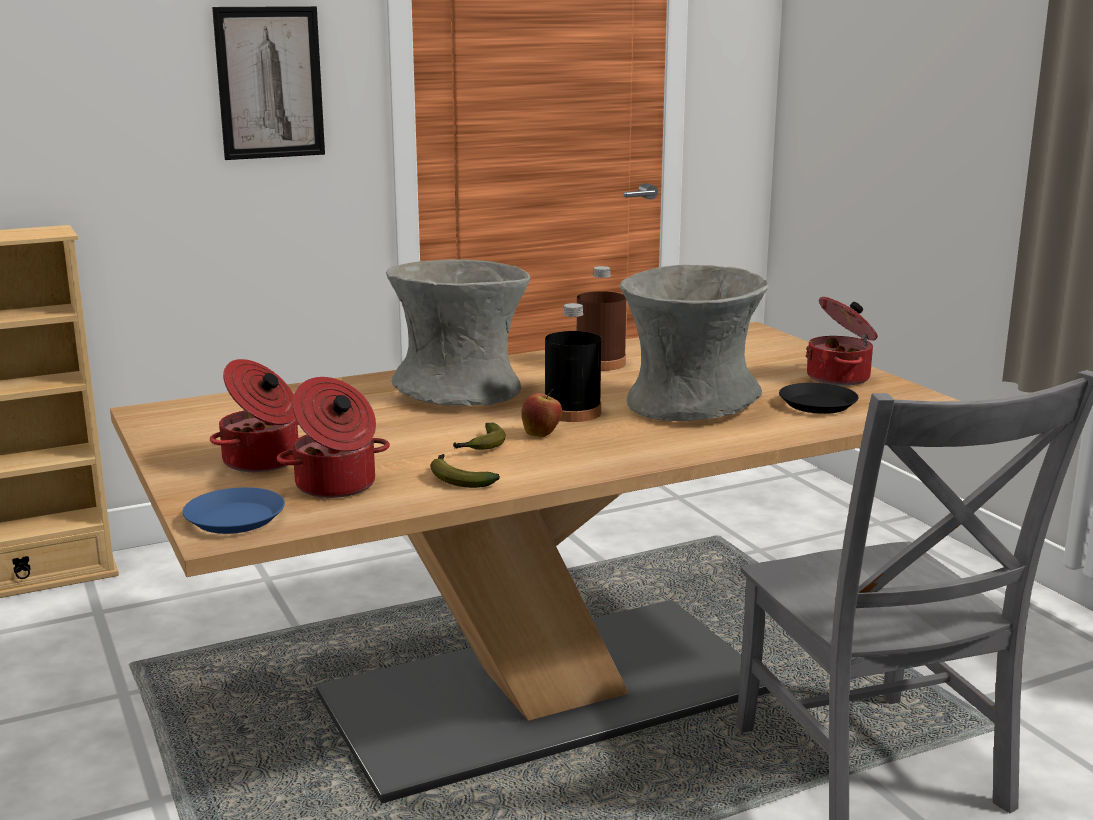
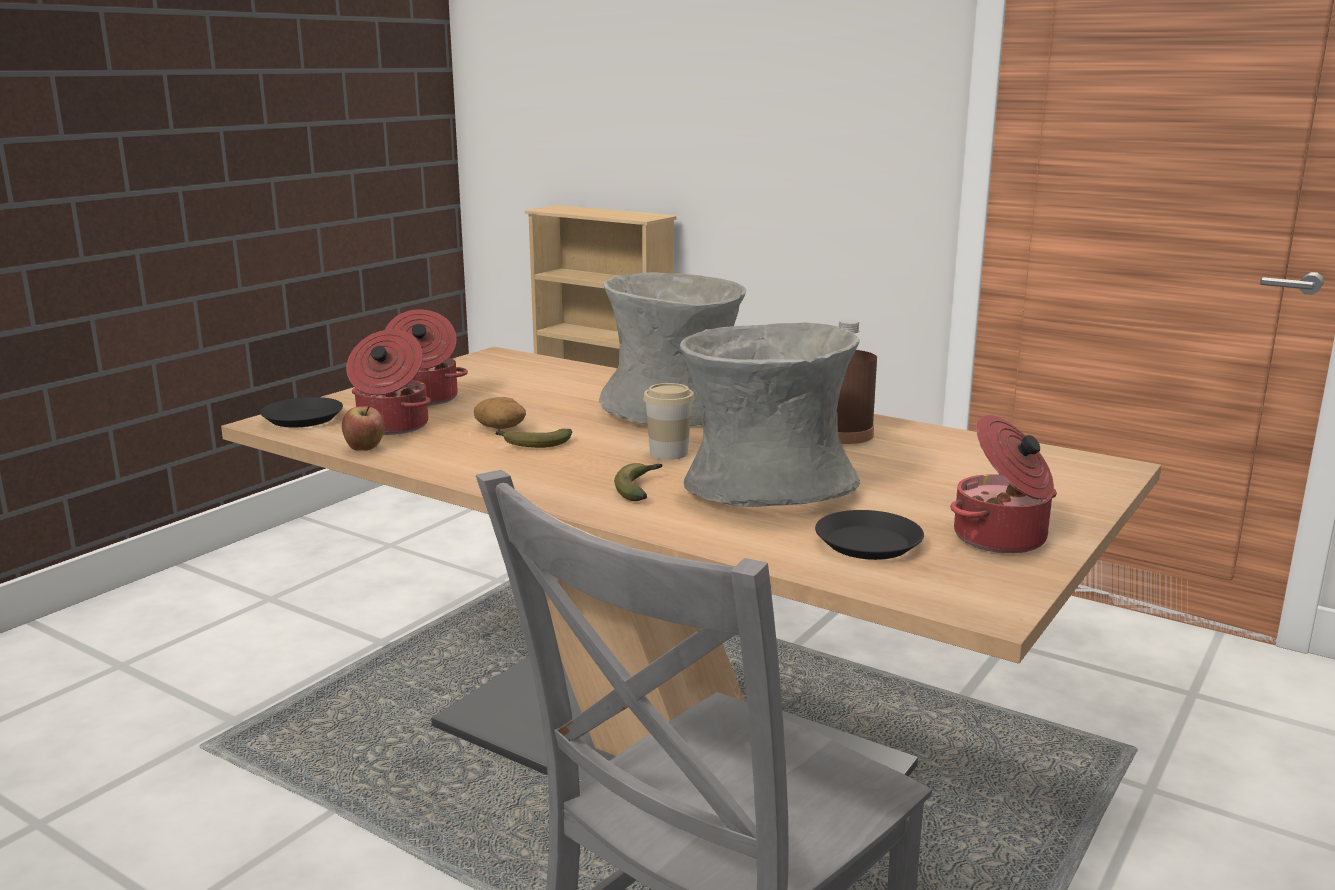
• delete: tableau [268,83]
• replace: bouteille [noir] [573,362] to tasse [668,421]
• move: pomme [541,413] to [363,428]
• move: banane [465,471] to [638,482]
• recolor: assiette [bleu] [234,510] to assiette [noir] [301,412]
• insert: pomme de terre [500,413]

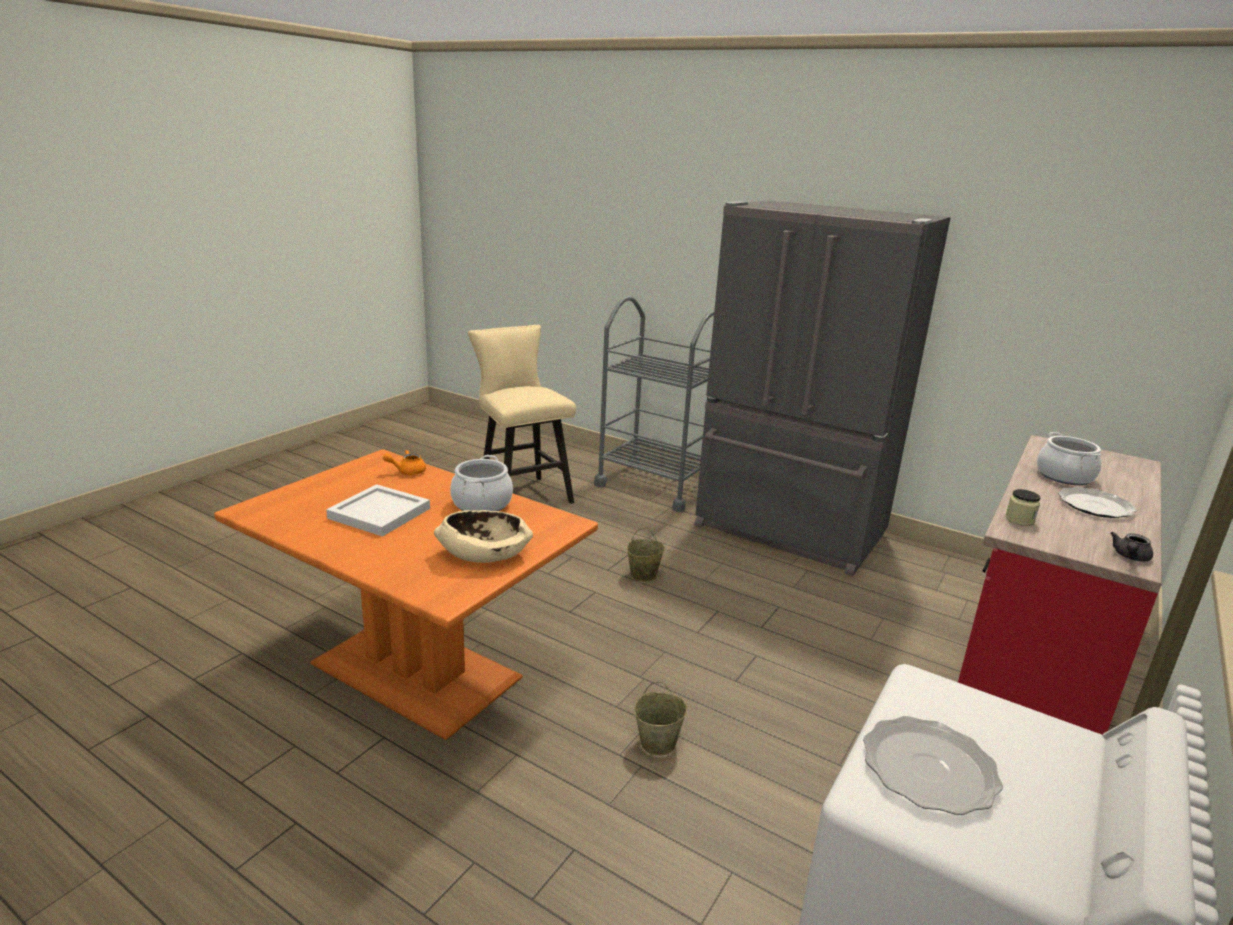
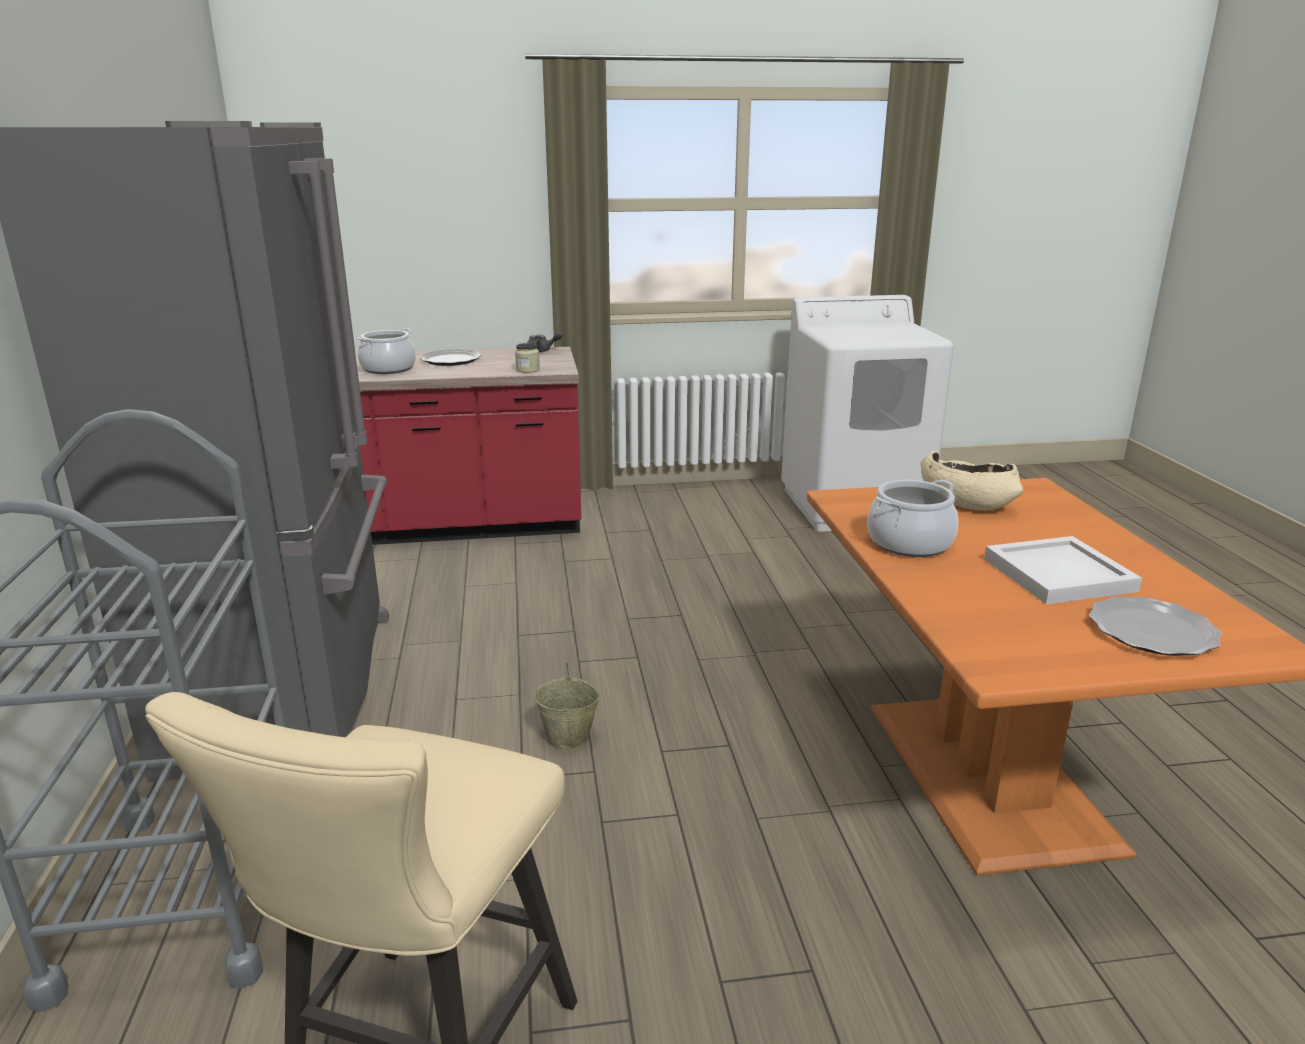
• delete: théière [orange] [404,462]
• delete: seau [beige] [660,718]
• move: assiette [933,765] to [1155,626]

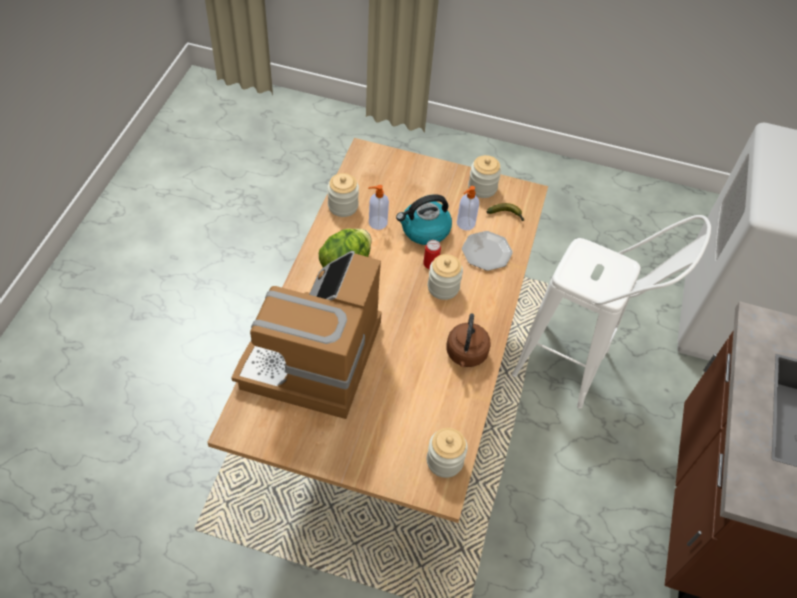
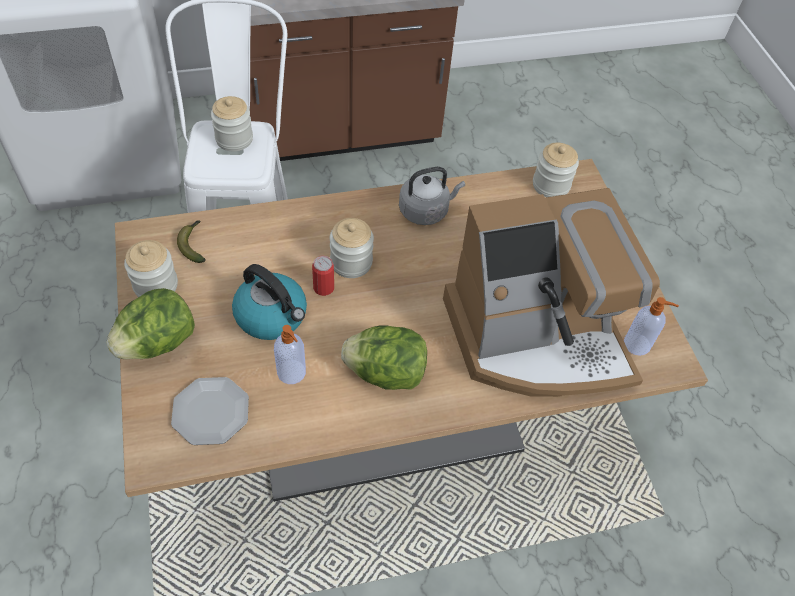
• move: bocal [343,195] to [232,123]
• move: distributeur de savon [468,208] to [651,326]
• move: assiette [487,251] to [210,411]
• recolor: bouilloire [marron] [468,340] to bouilloire [gris] [432,196]
• insert: laitue [150,323]

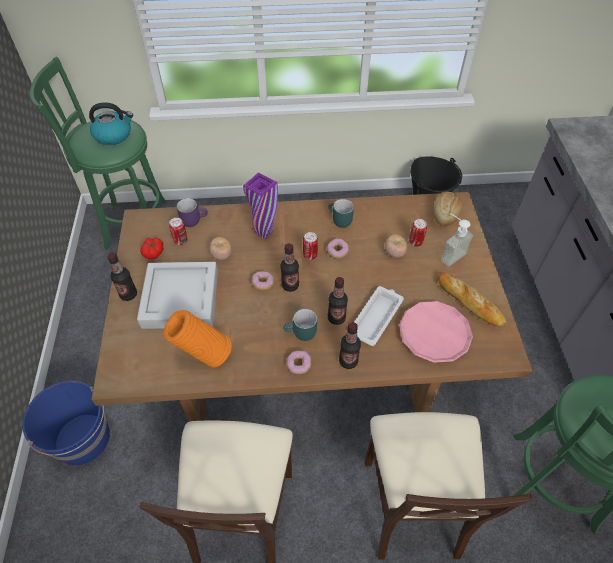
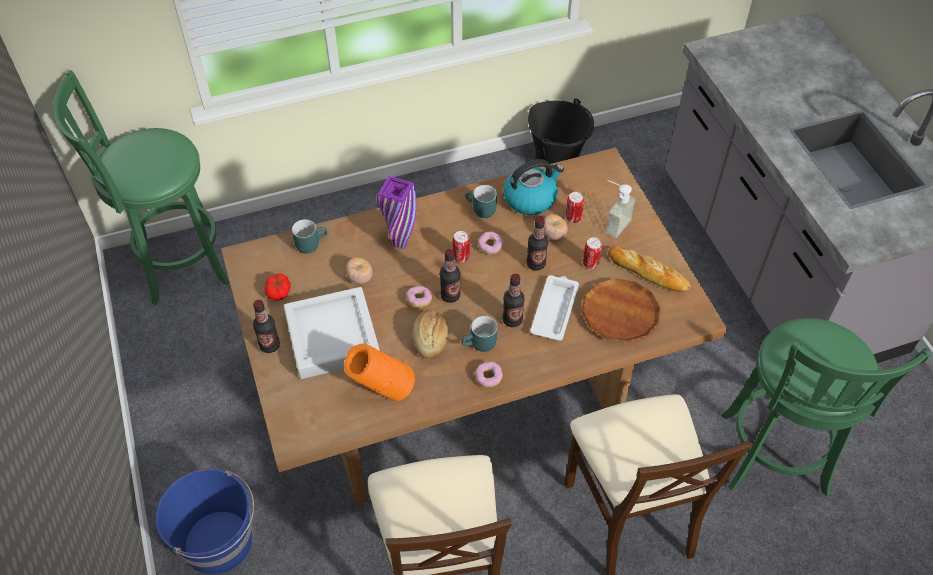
• move: bouilloire [111,123] to [533,187]
• move: pain [448,209] to [430,335]
• recolor: mug [violet] [192,212] to mug [turquoise] [310,236]
• move: boîte métallique [178,231] to [593,253]
• recolor: assiette [rose] [436,332] to assiette [marron] [621,310]
• move: bouteille [350,345] to [537,244]

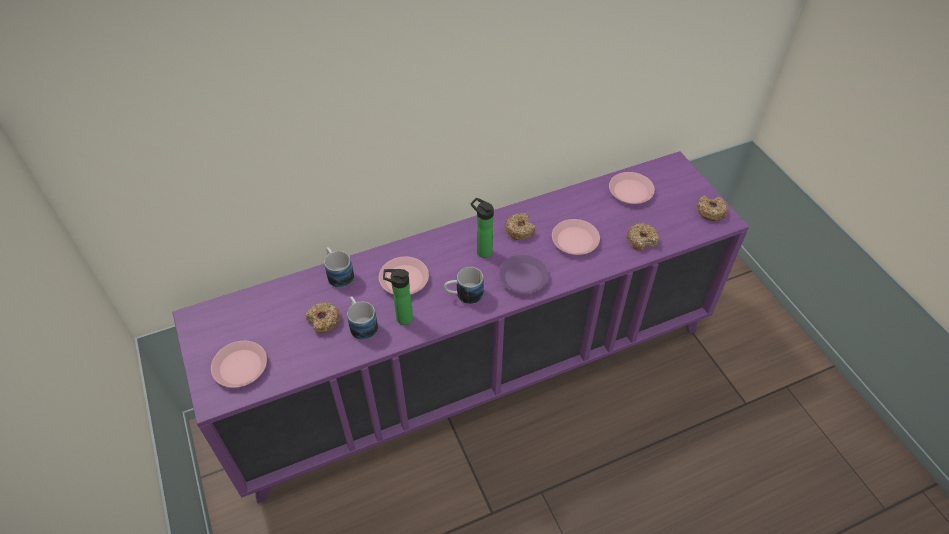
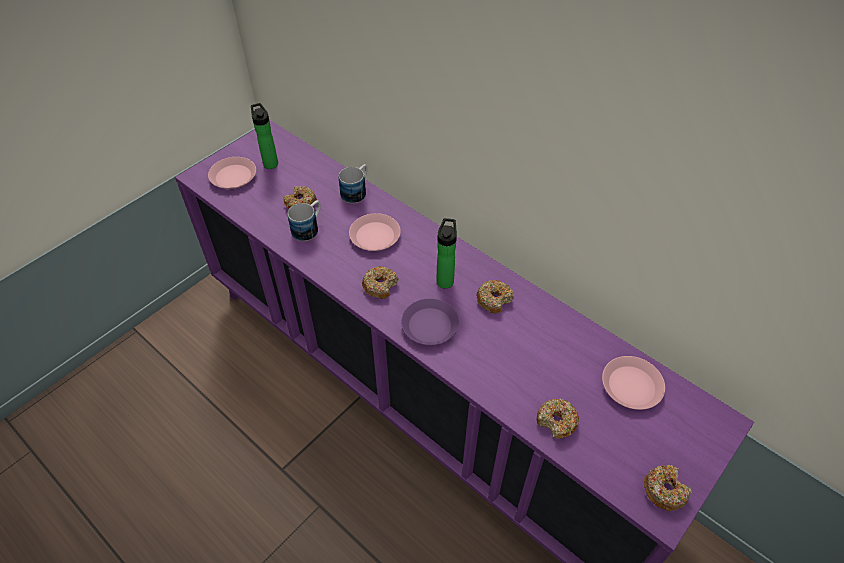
• delete: assiette [rose] [576,237]
• replace: mug [464,285] to beignet [380,282]
• move: bouteille [398,297] to [264,136]

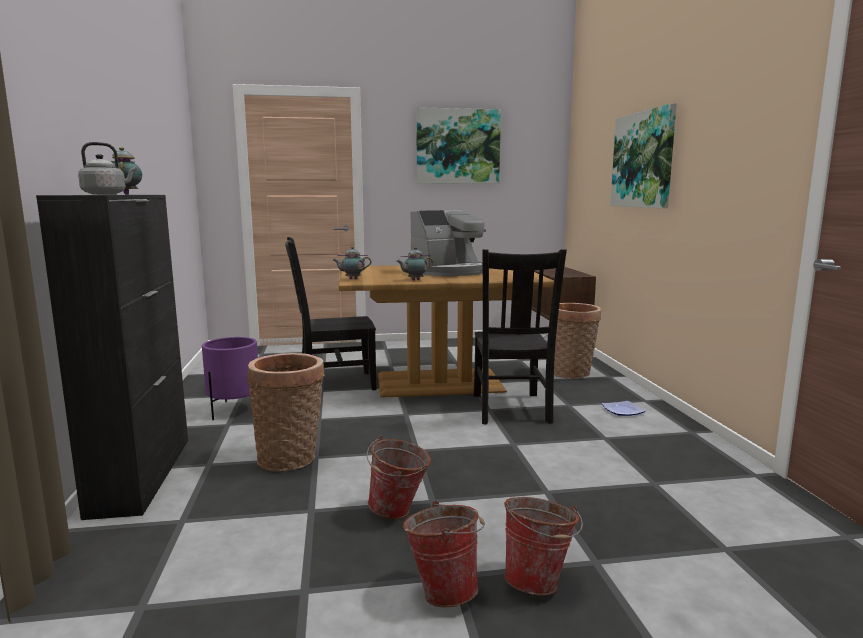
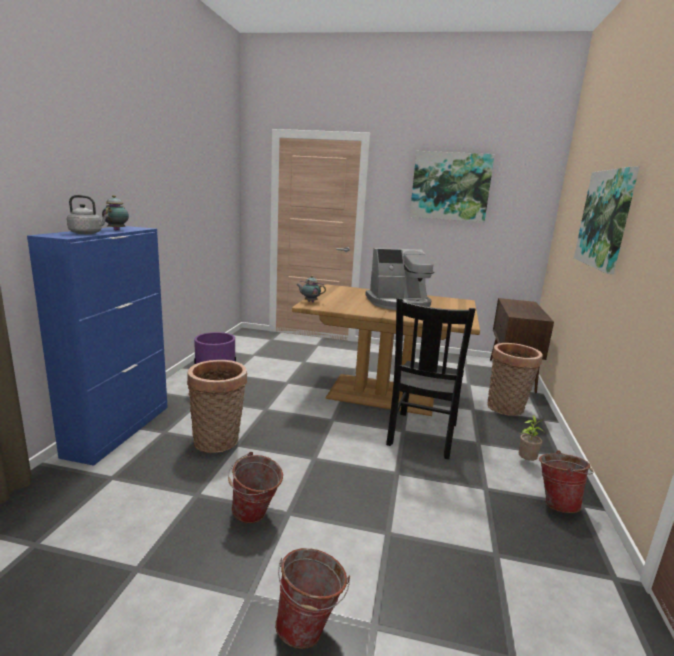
• recolor: meuble de rangement [noir] [112,357] to meuble de rangement [bleu] [97,346]
• delete: chaise [noir] [330,313]
• delete: théière [414,263]
• replace: assiette [623,408] to plante en pot [531,438]
• move: seau [444,554] to [566,481]

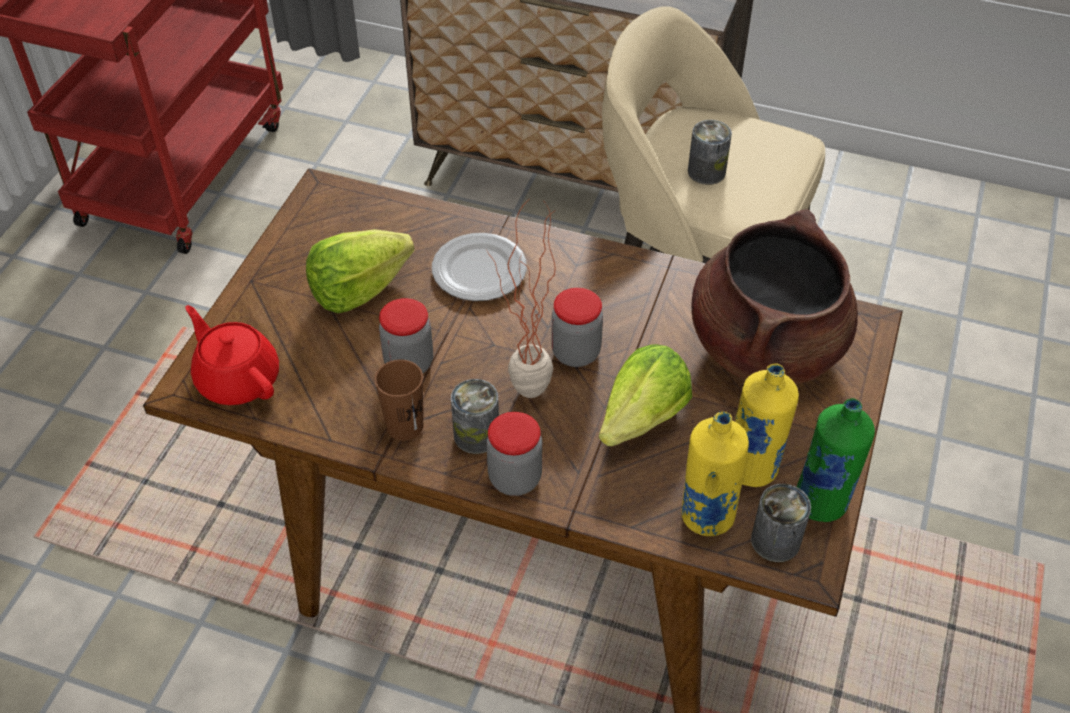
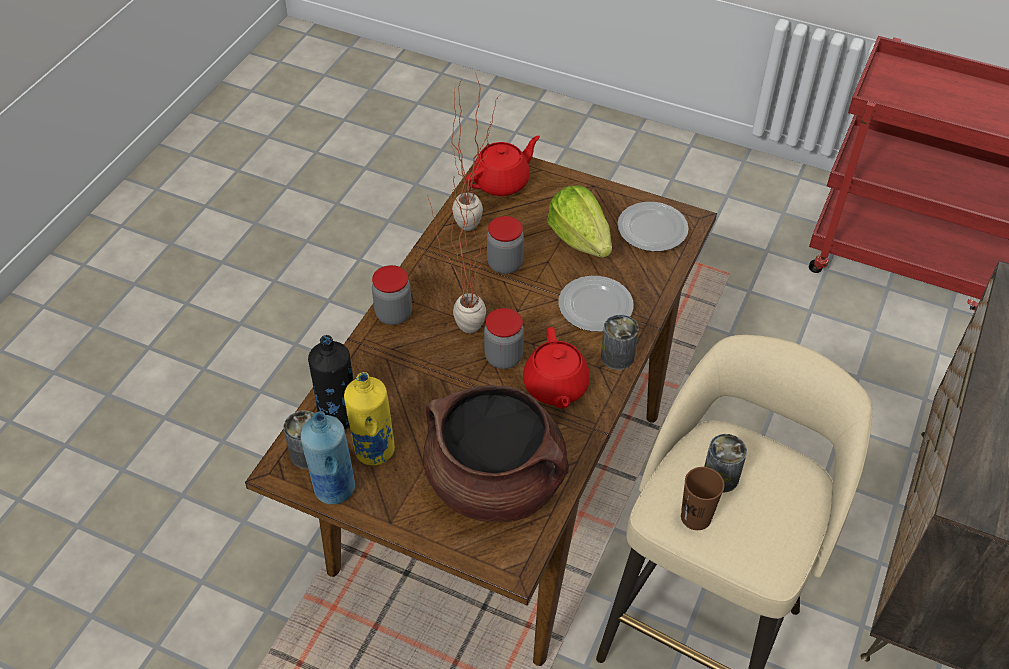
• delete: laitue [645,395]
• move: tasse [marron] [399,400] to [702,498]
• move: boîte métallique [475,416] to [620,342]
• recolor: bouteille [vert] [835,460] to bouteille [bleu] [327,458]
• recolor: bouteille [jaune] [715,474] to bouteille [noir] [330,382]
• insert: plante en pot [476,151]
• insert: assiette [653,227]
• insert: théière [rouge] [556,368]

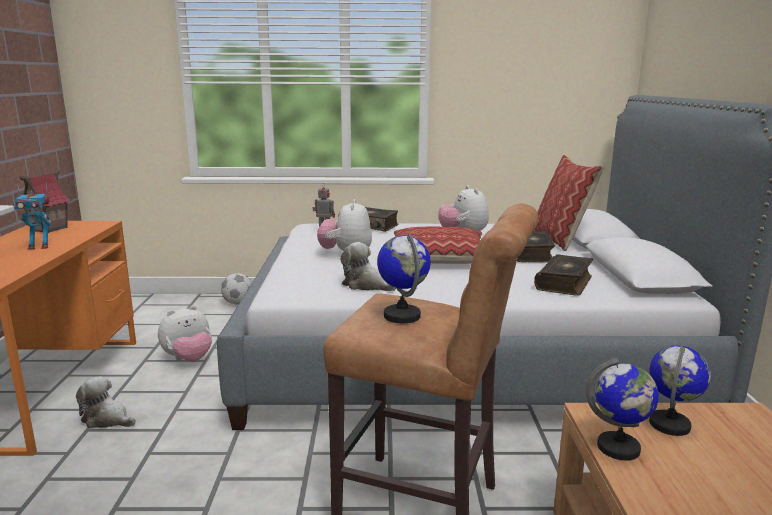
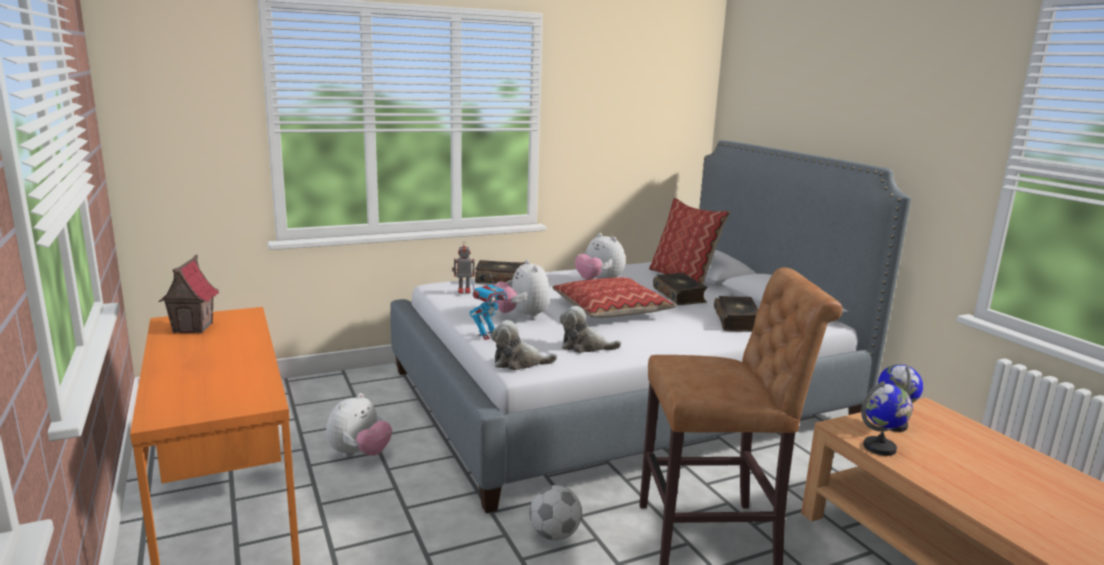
• move: robot jouet [32,216] to [488,306]
• delete: globe [404,277]
• move: ballon de foot [236,288] to [556,512]
• move: peluche [106,402] to [523,345]

